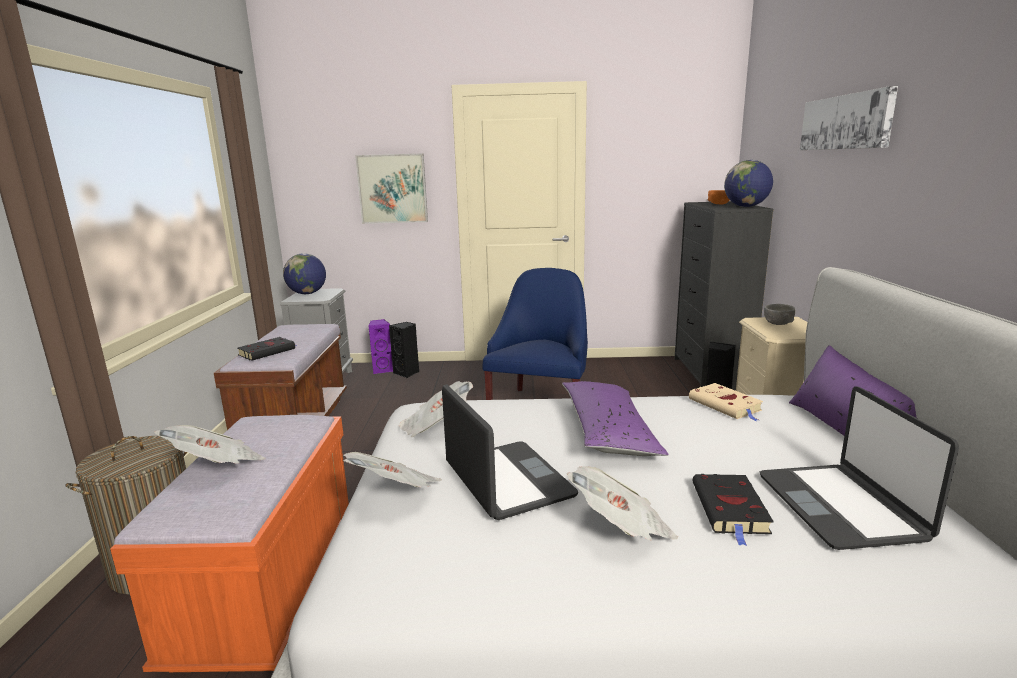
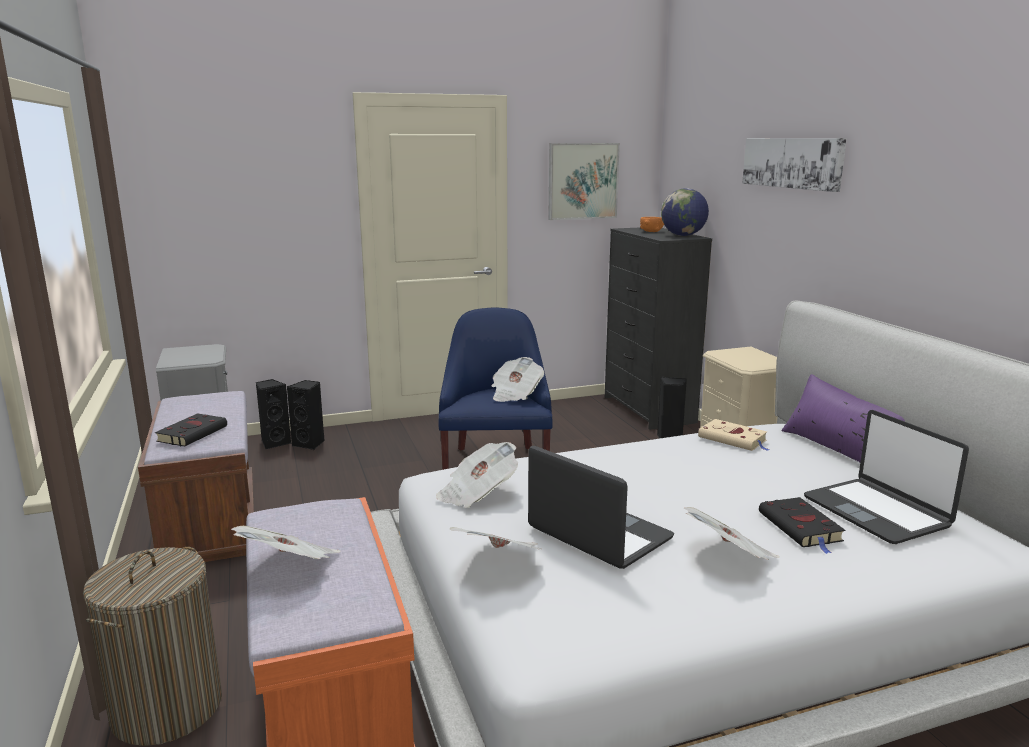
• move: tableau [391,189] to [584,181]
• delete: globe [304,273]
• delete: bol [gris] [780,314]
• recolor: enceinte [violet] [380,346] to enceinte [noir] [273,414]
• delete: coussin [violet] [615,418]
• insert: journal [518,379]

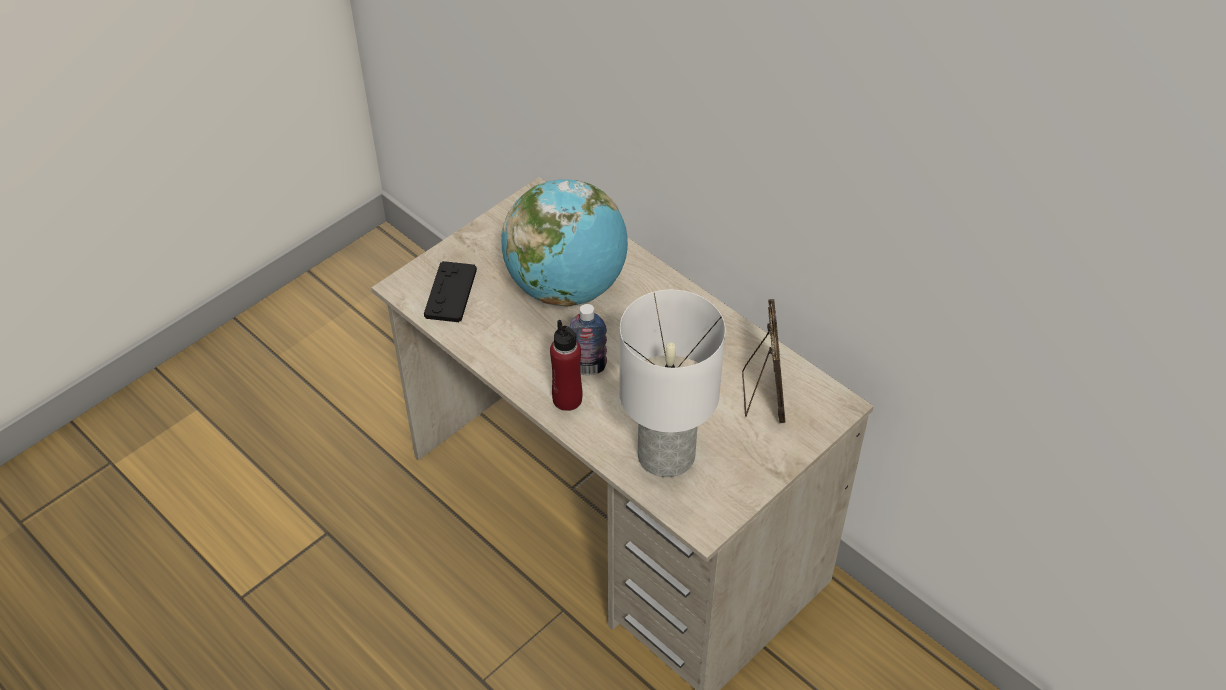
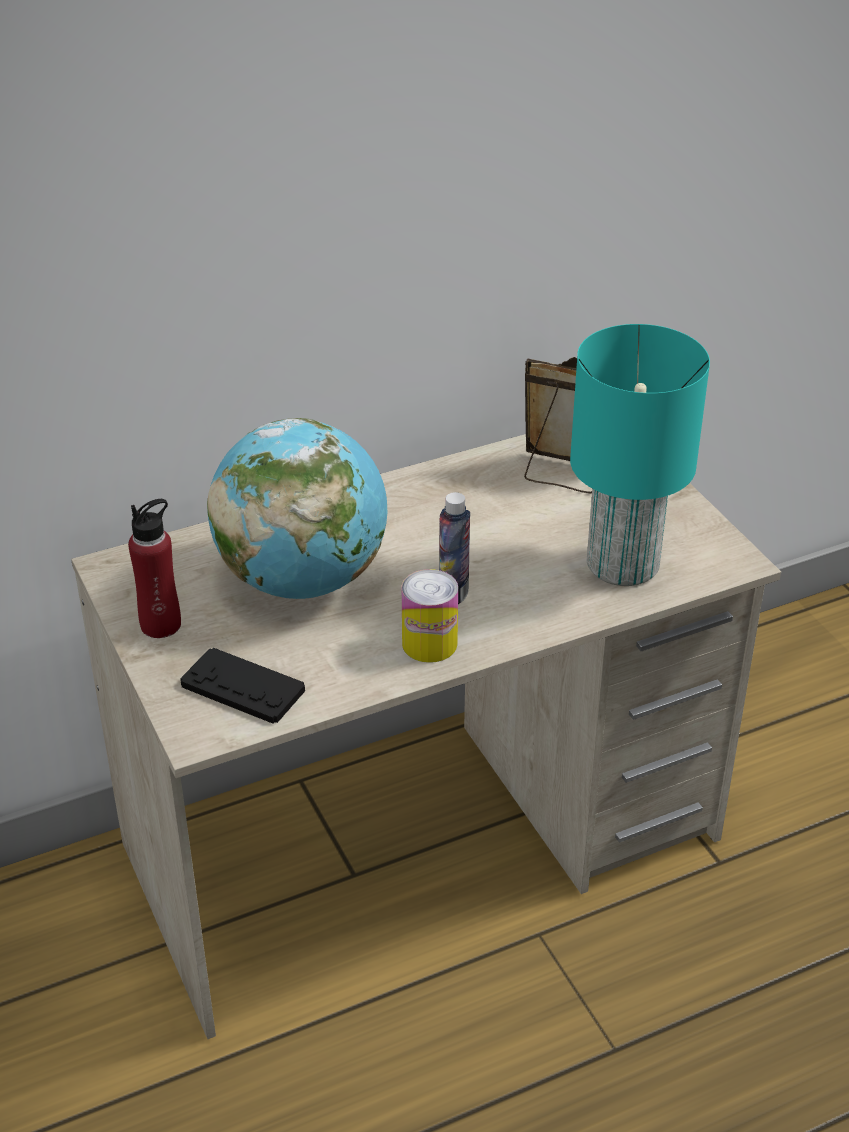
• recolor: lampe de table [blanc] [672,383] to lampe de table [turquoise] [640,455]
• move: bouteille [rouge] [566,365] to [154,568]
• insert: boîte métallique [430,616]

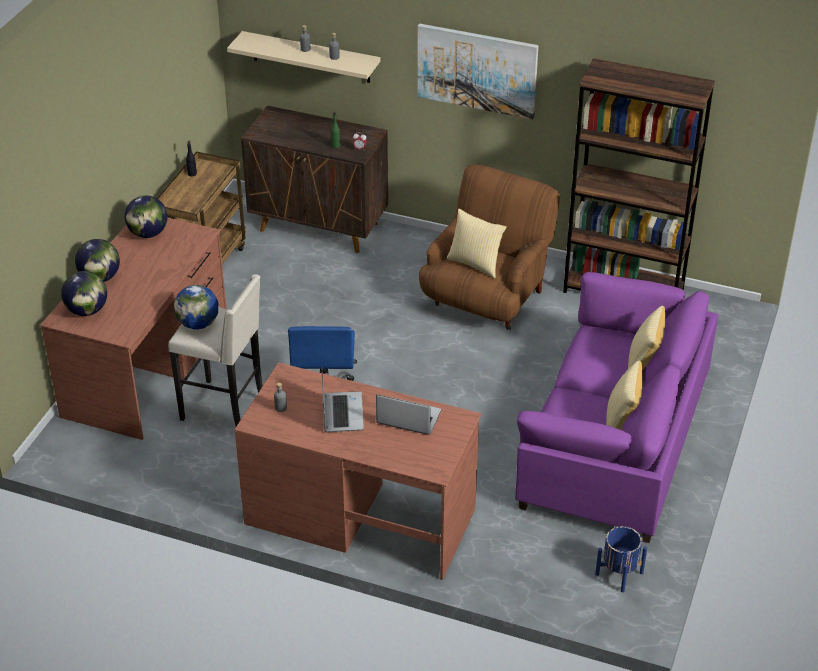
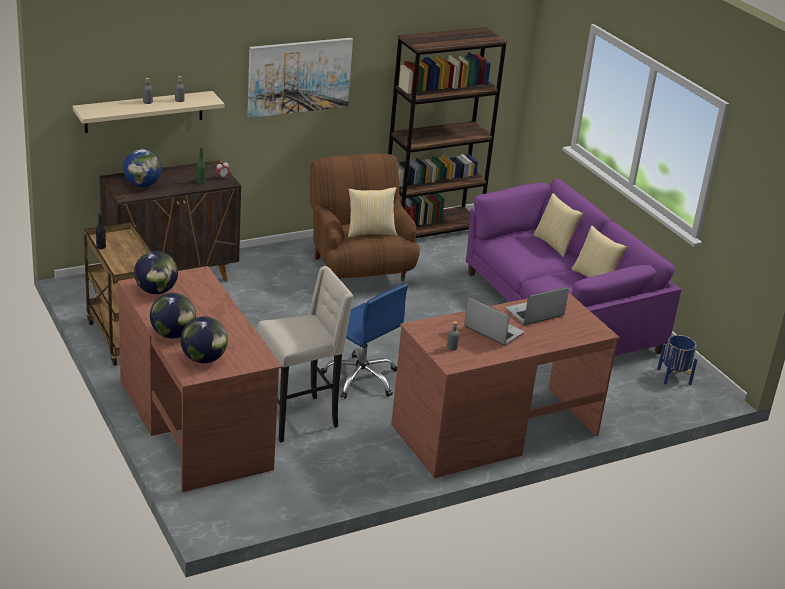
• move: globe [196,307] to [142,168]

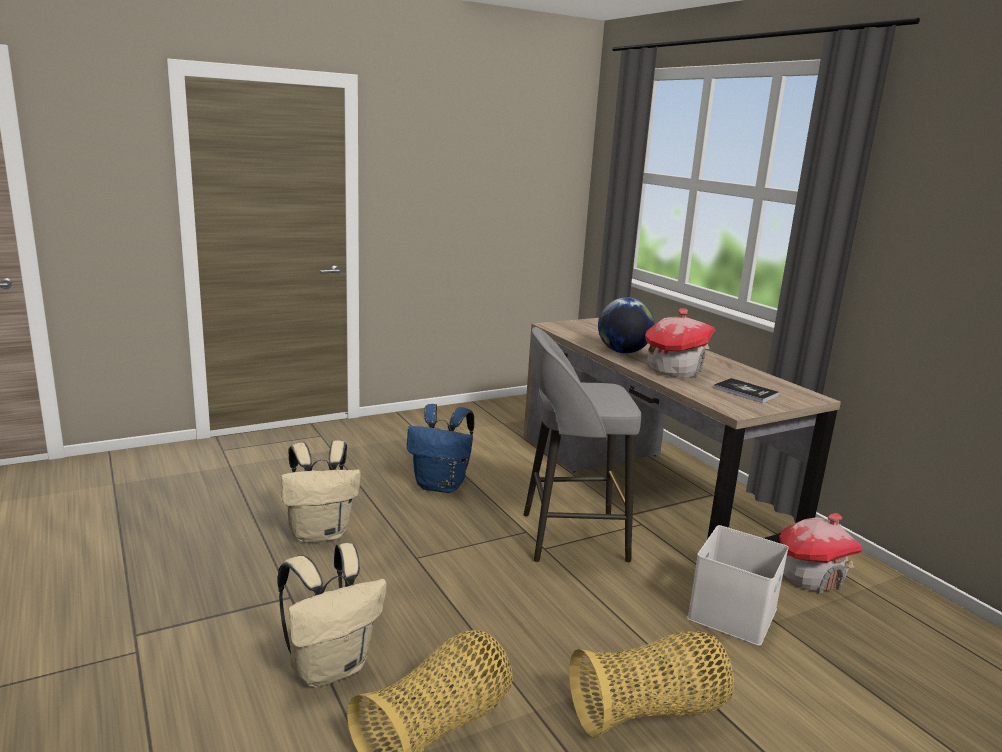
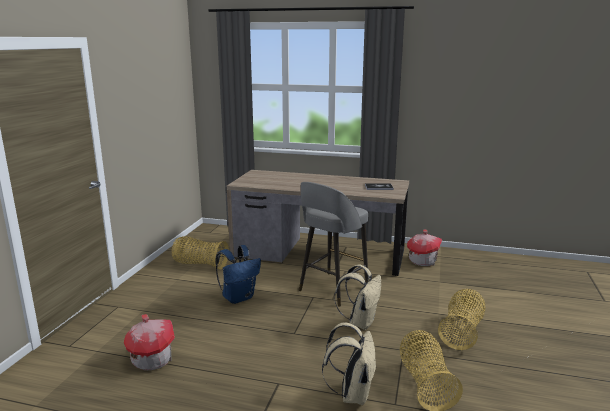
• delete: globe [626,325]
• move: maison miniature [680,343] to [149,342]
• move: sac à dos [beige] [321,491] to [357,297]
• delete: boîte de rangement [blanc] [738,585]
• insert: panier [200,252]

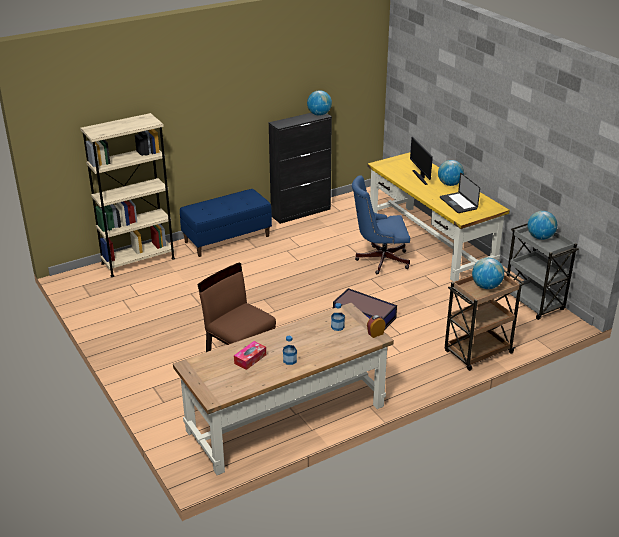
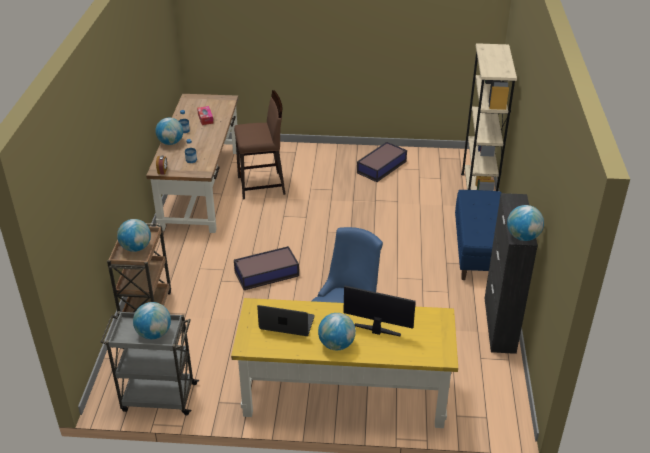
• insert: globe [169,131]
• insert: boîte de rangement [382,162]

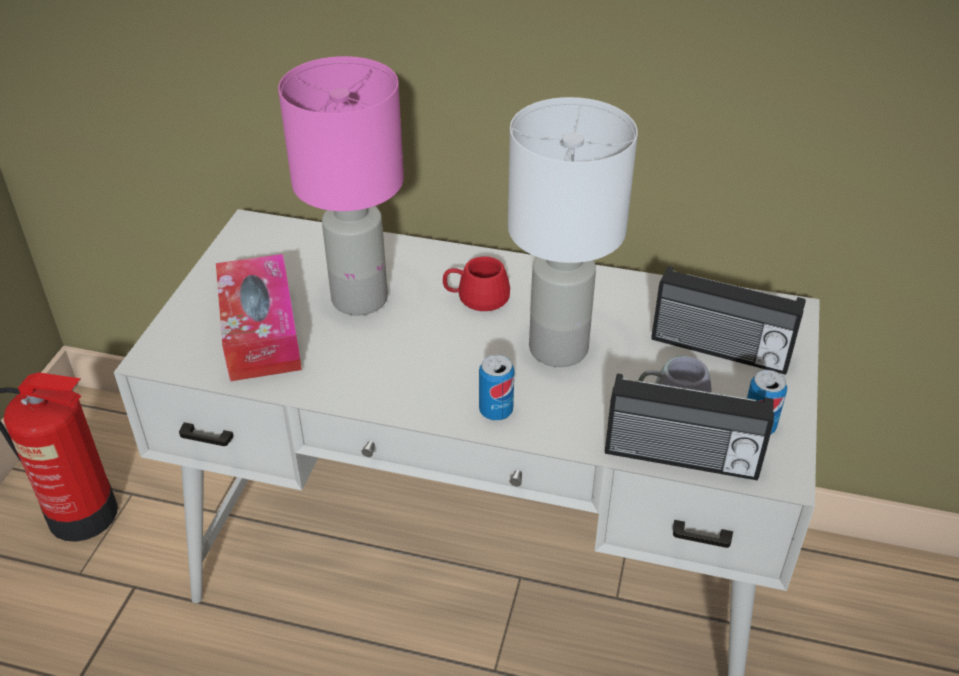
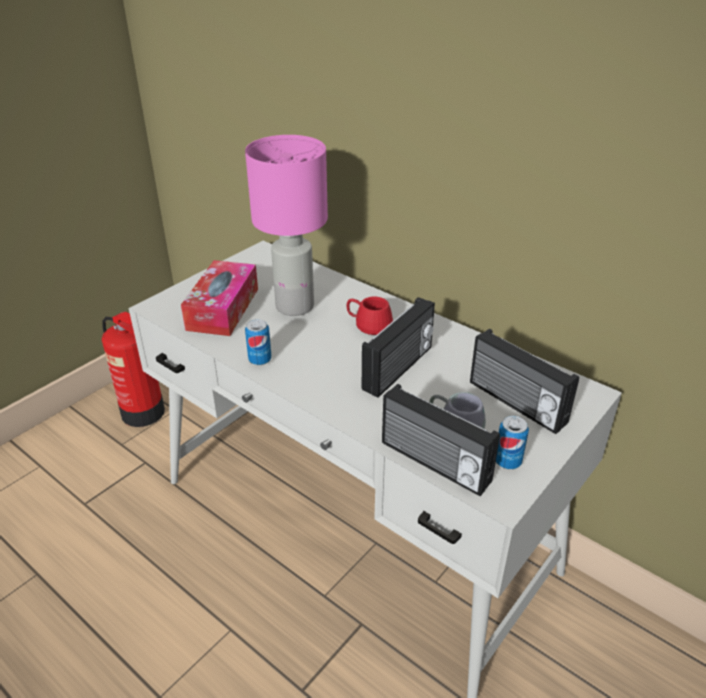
• replace: lampe de table [blanc] [573,232] to radio [398,347]
• move: boîte métallique [496,388] to [258,342]

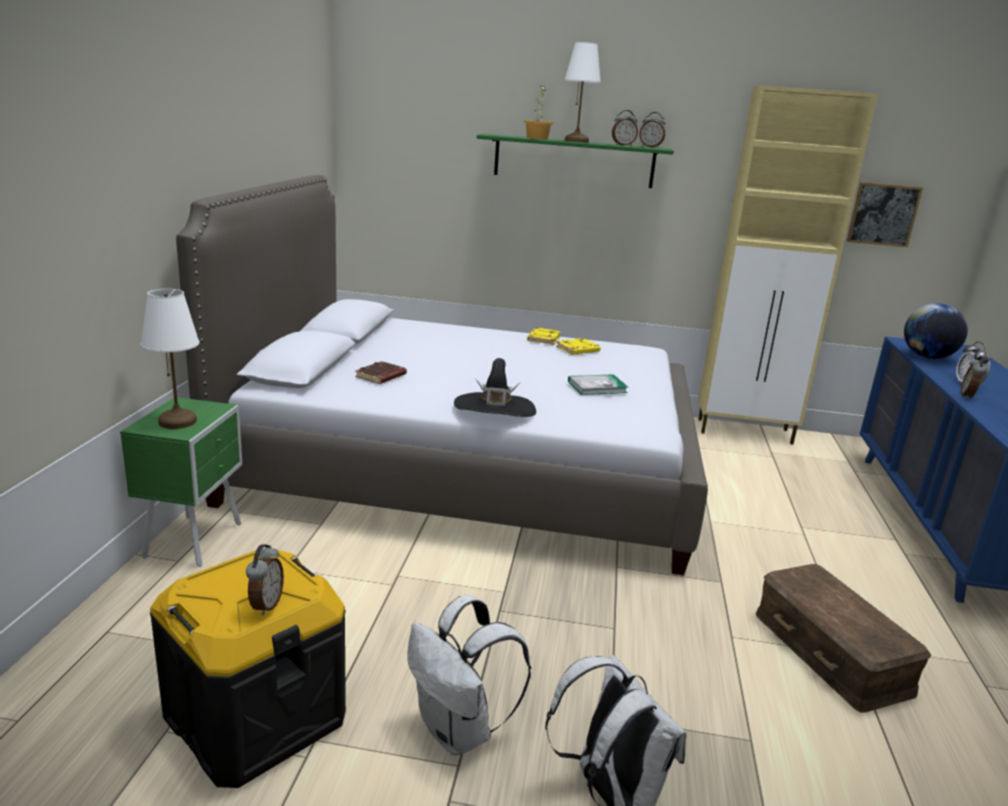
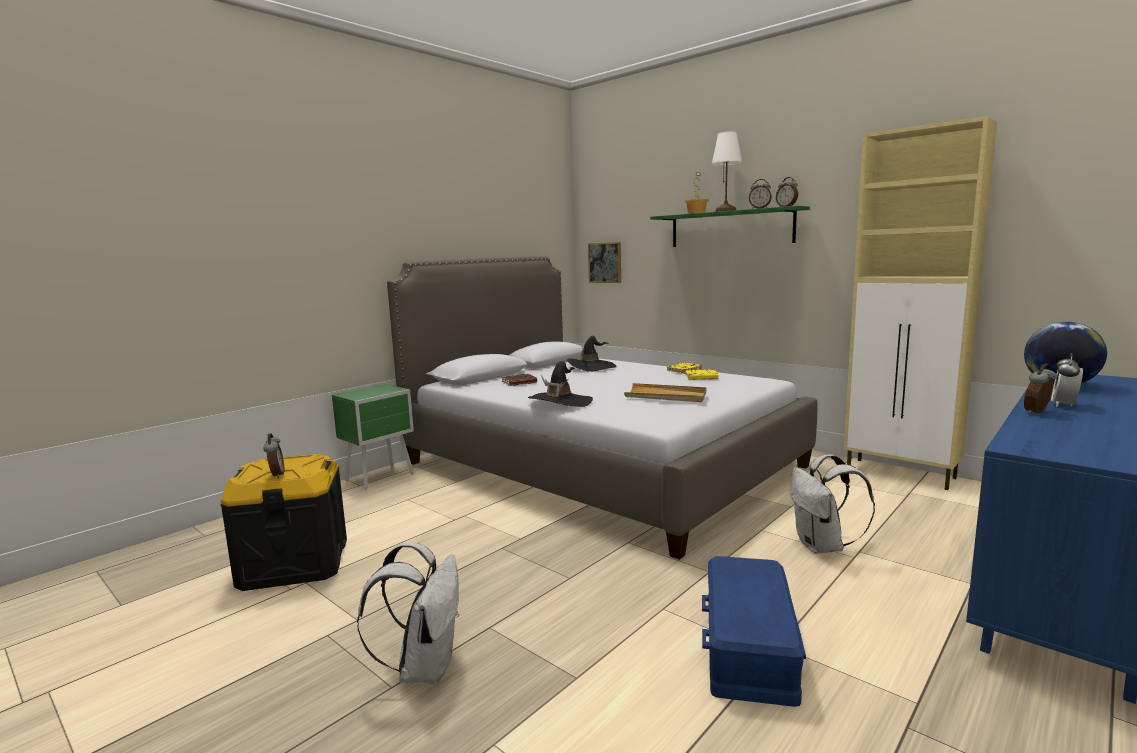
• move: tableau [885,214] to [604,262]
• delete: lampe de table [blanc] [170,359]
• replace: livre [598,384] to plateau [beige] [665,392]
• rotate: réveil [265,580] = [273,455] 60 degrees counterclockwise
• recolor: boîte de rangement [marron] [844,638] to boîte de rangement [bleu] [754,631]
• move: sac à dos [blanc] [469,675] to [832,504]
• insert: chapeau [noir] [592,354]

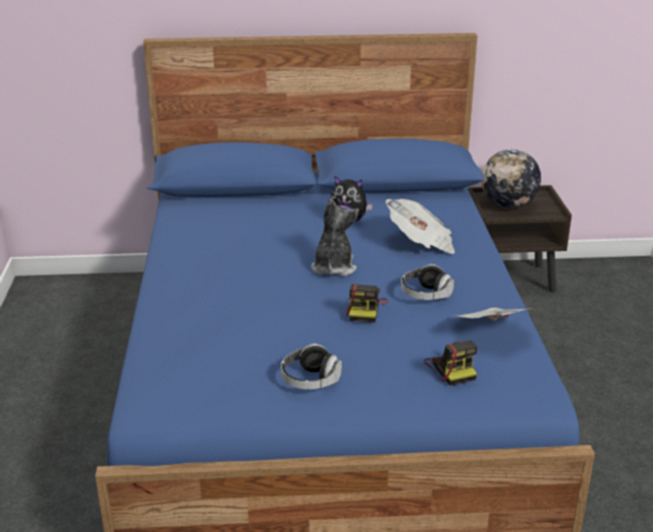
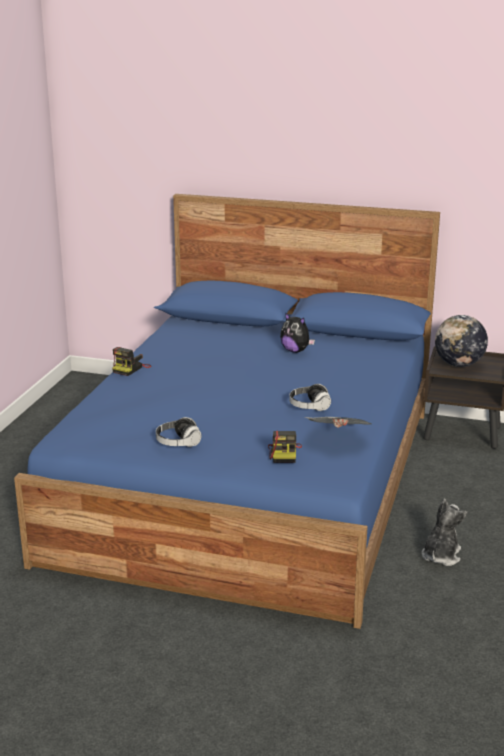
• move: peluche [335,237] to [444,532]
• delete: journal [420,226]
• move: appareil photo [367,303] to [131,361]

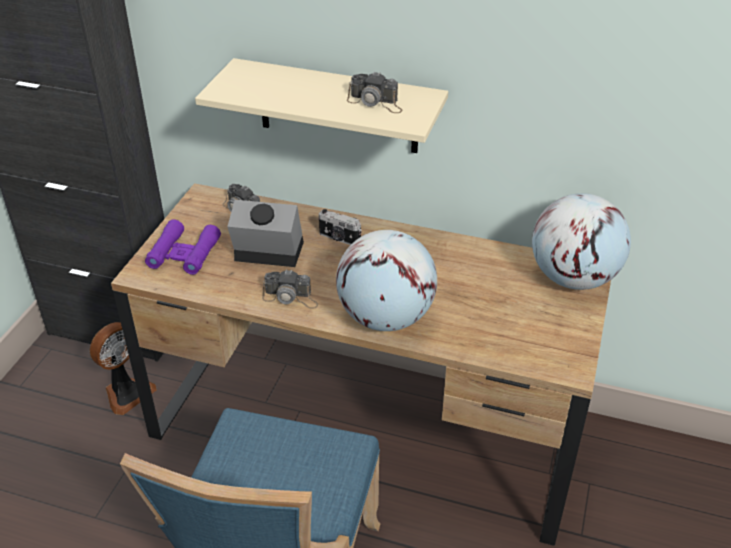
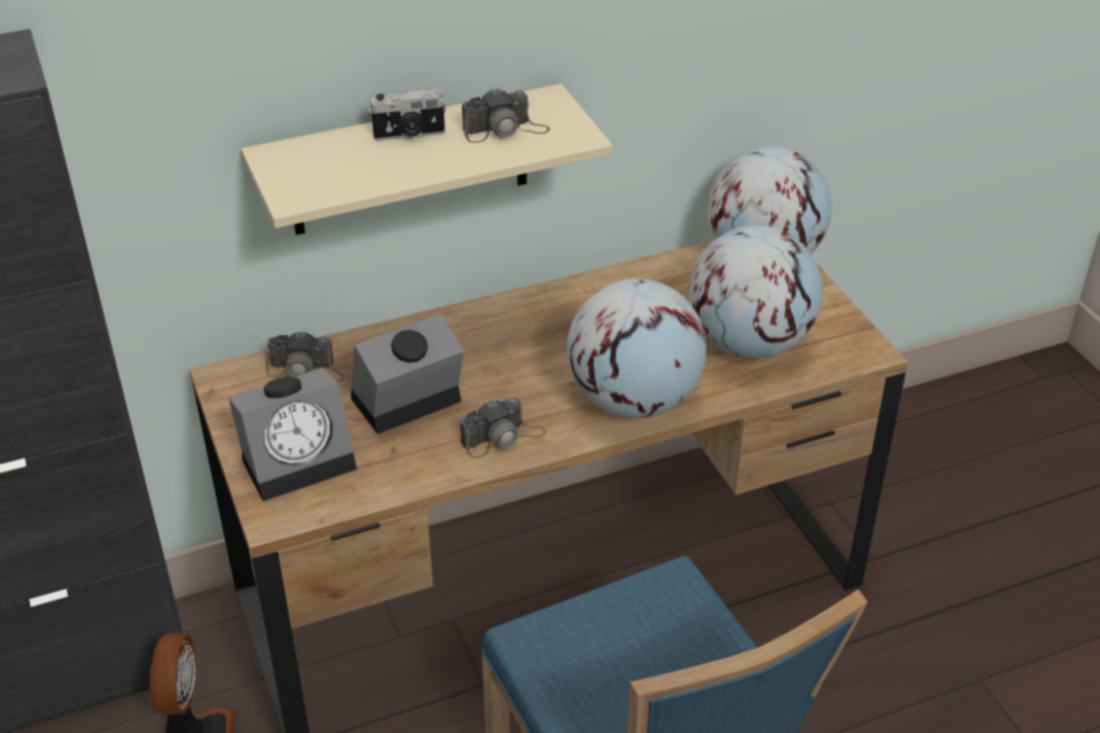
• move: appareil photo [340,227] to [407,115]
• replace: jumelles [violet] [183,247] to réveil [292,434]
• insert: globe [756,292]

